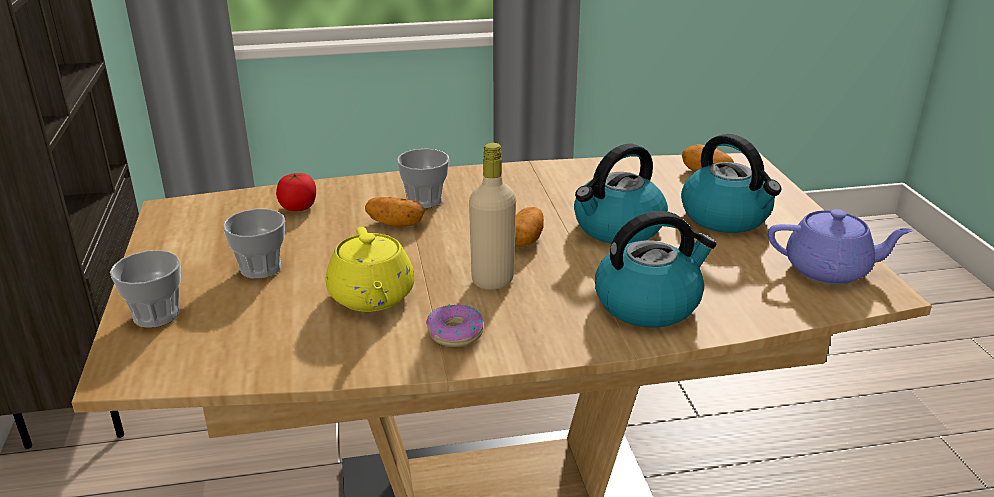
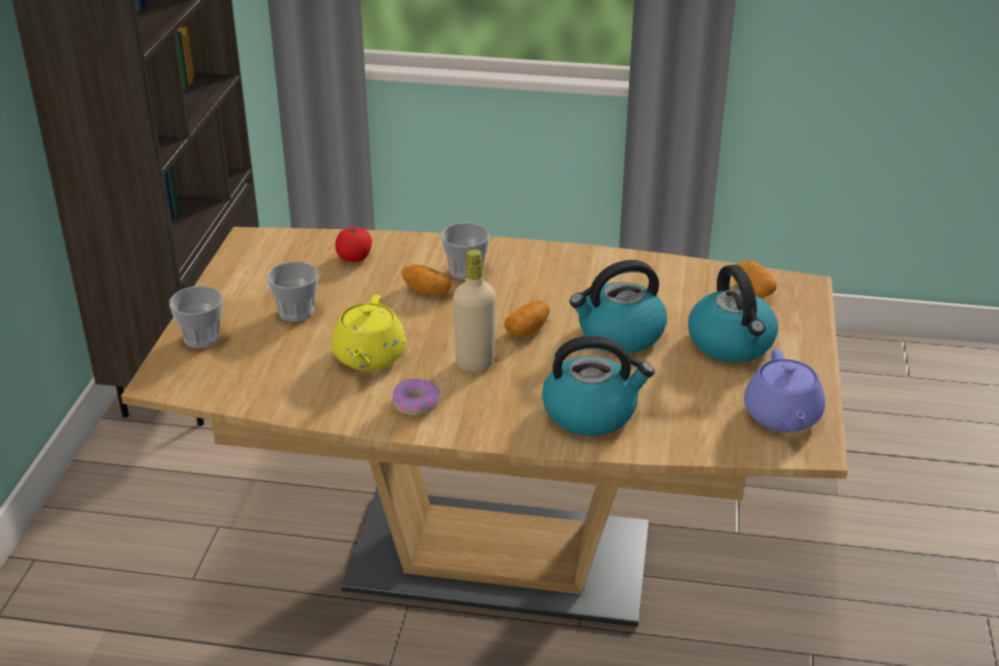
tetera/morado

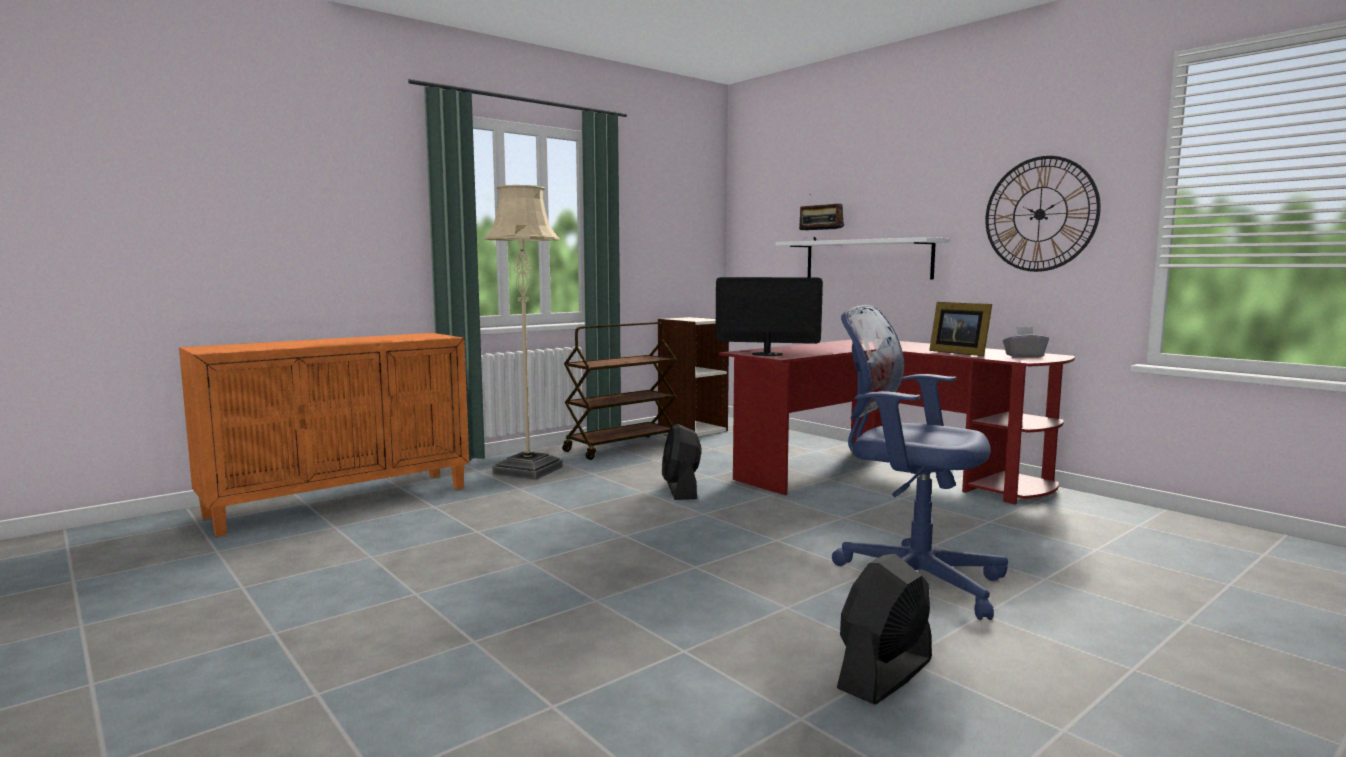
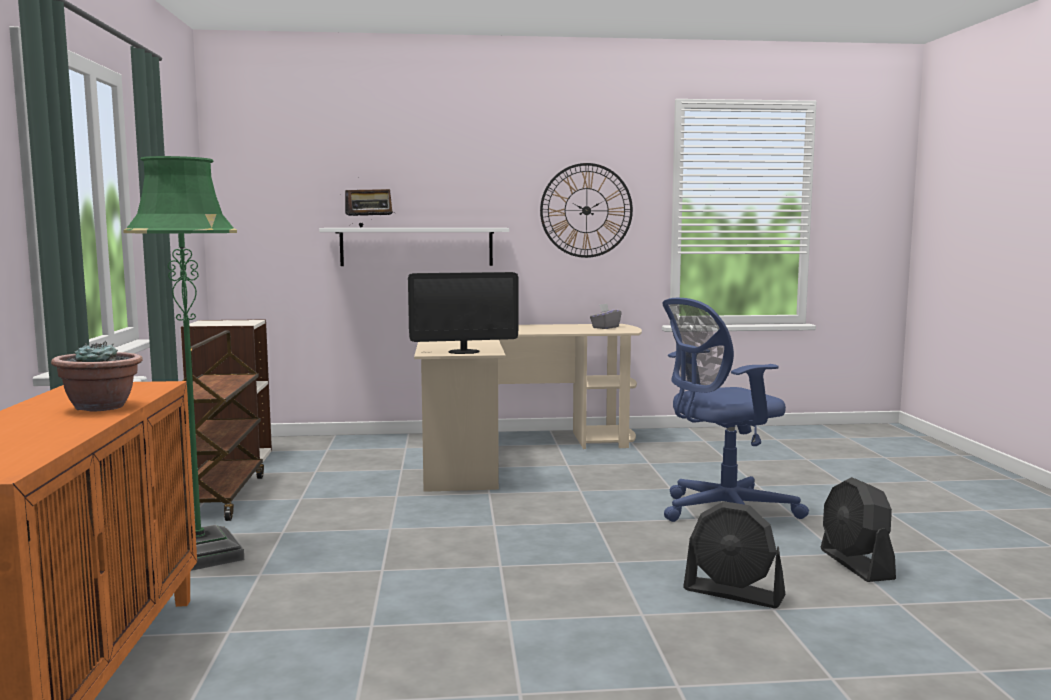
lámpara de pie/verde
monitor
portarretratos
escritorio/beis
ventilador/negro (1st from left)
planta en maceta

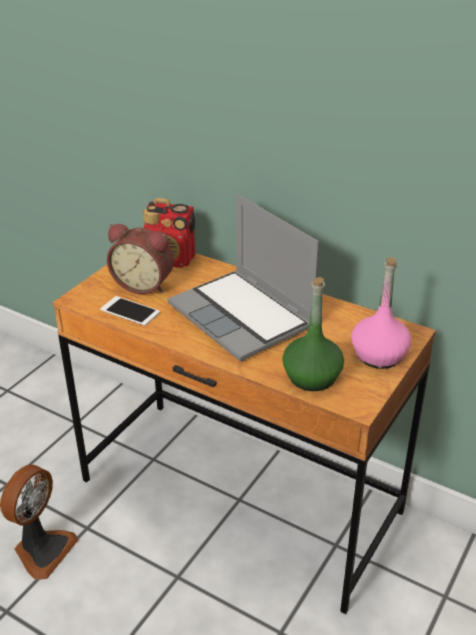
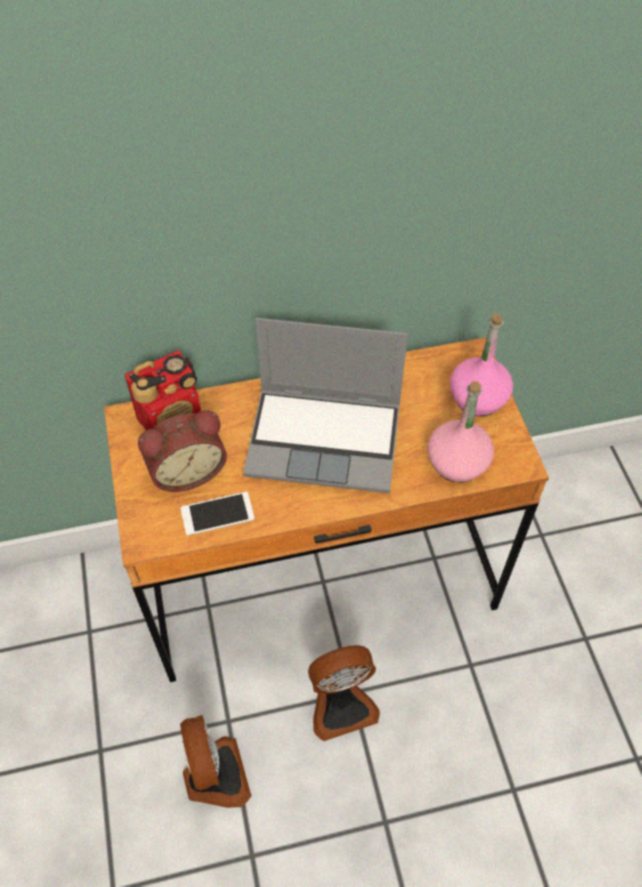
botella/rosa (1st from left)
ventilador (2nd from left)

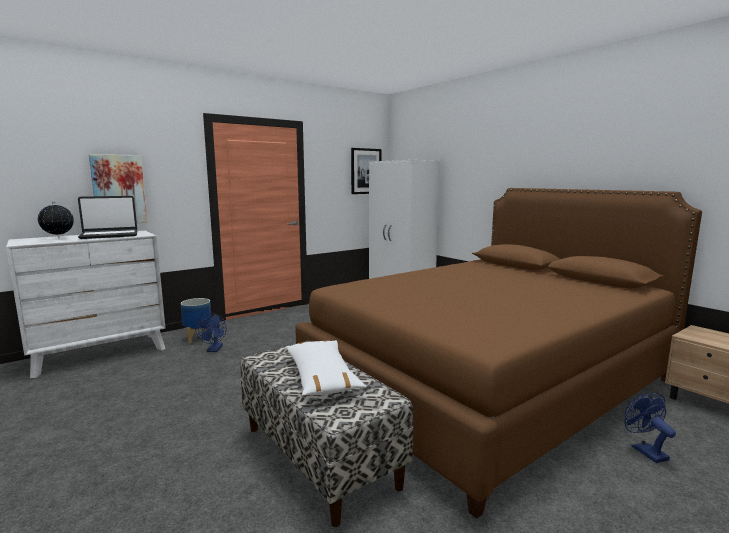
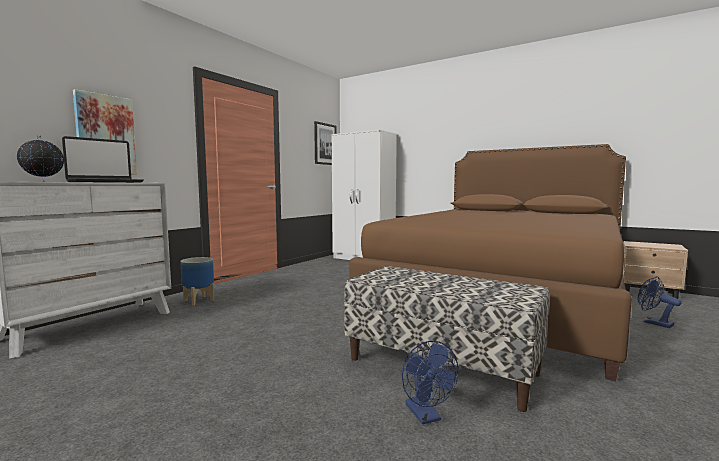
ventilador/azul (1st from left)
cojín/blanco

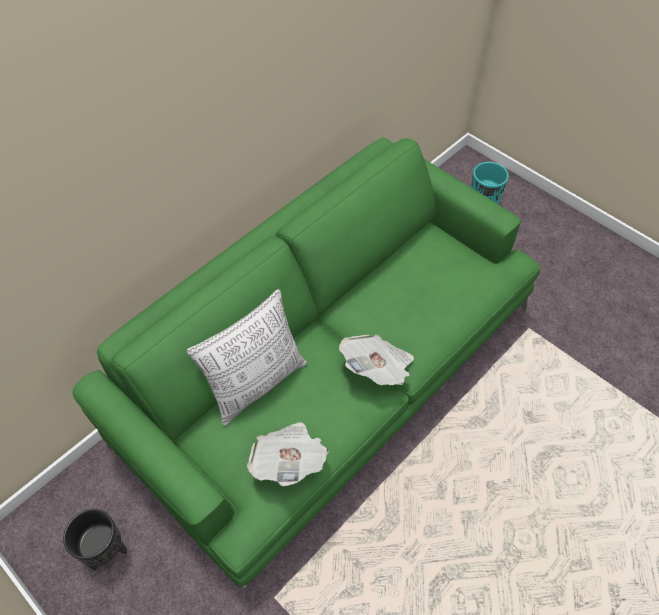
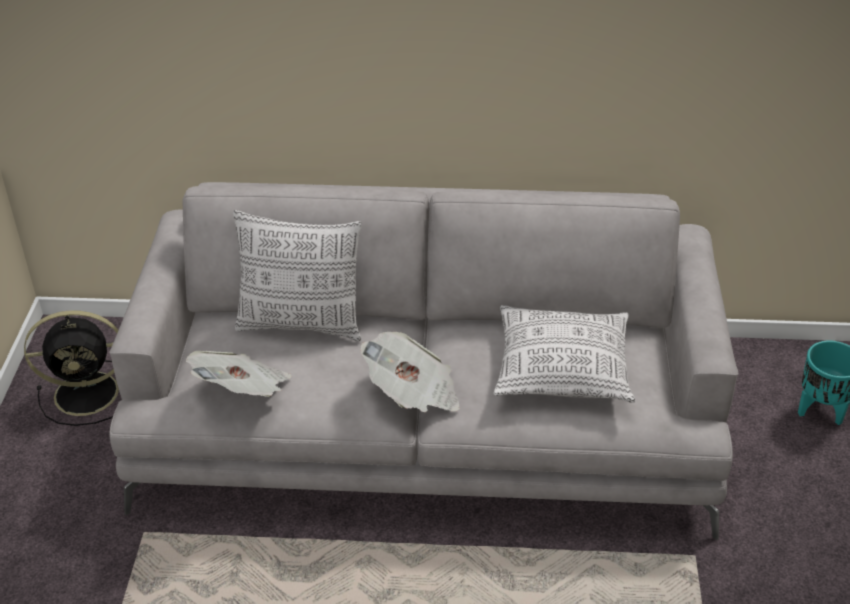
sofá/gris
ventilador/negro
cojín (2nd from left)

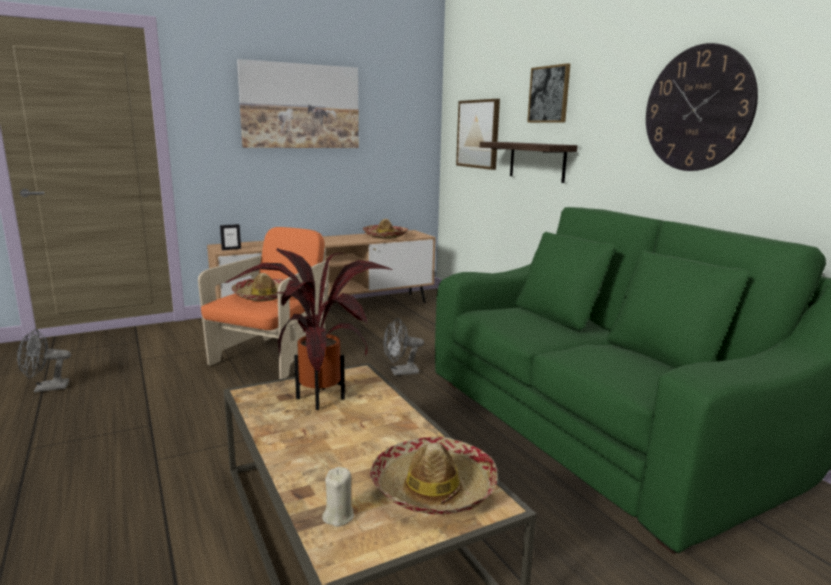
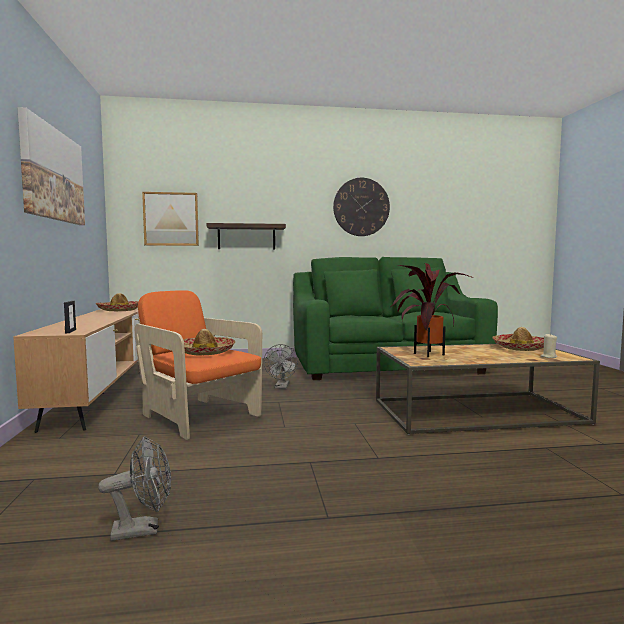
cuadro (3rd from left in the first image)
ventilador/gris (1st from left)

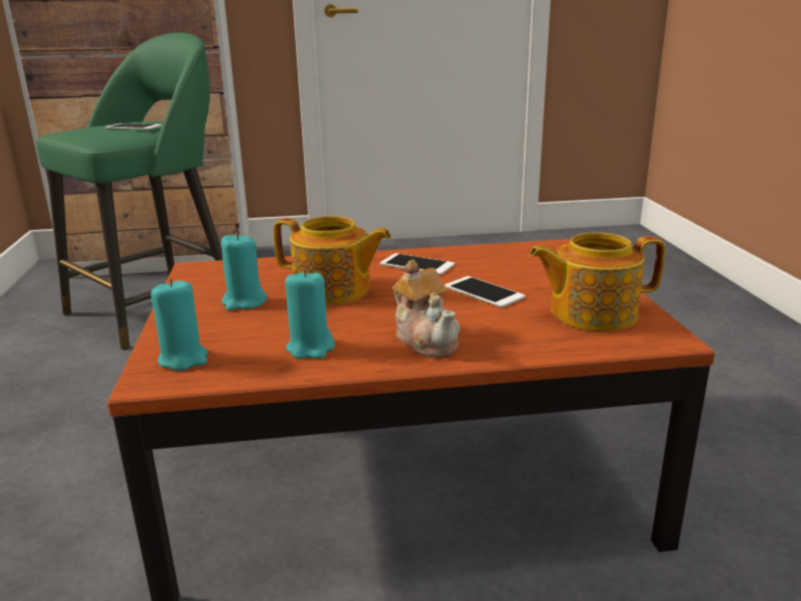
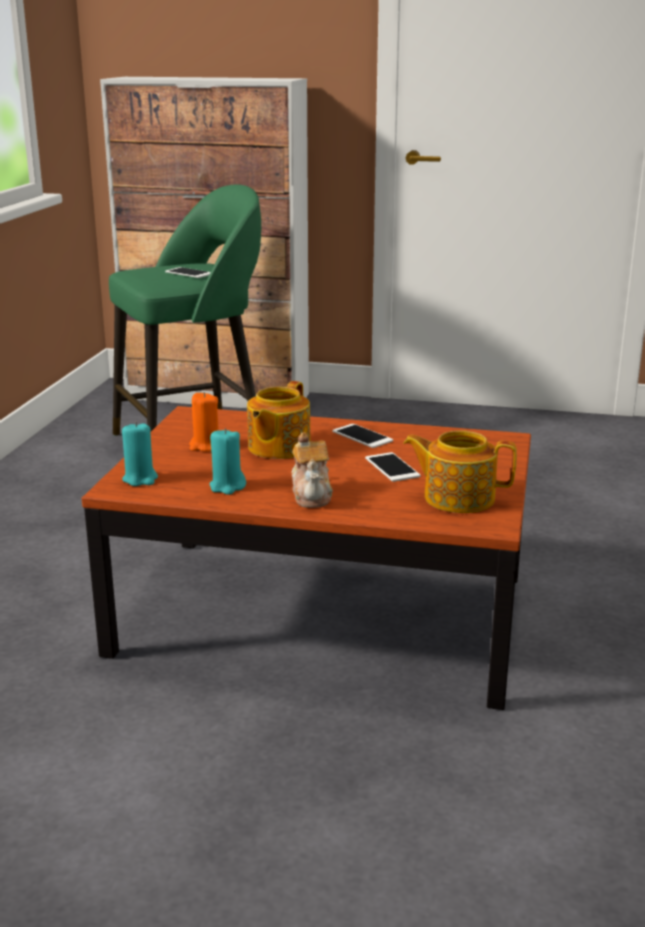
tetera (1st from left)
vela/naranja

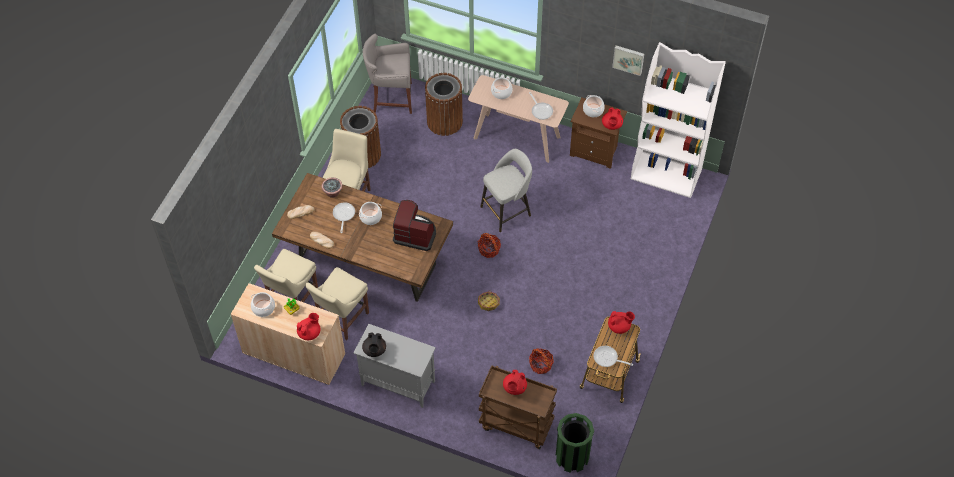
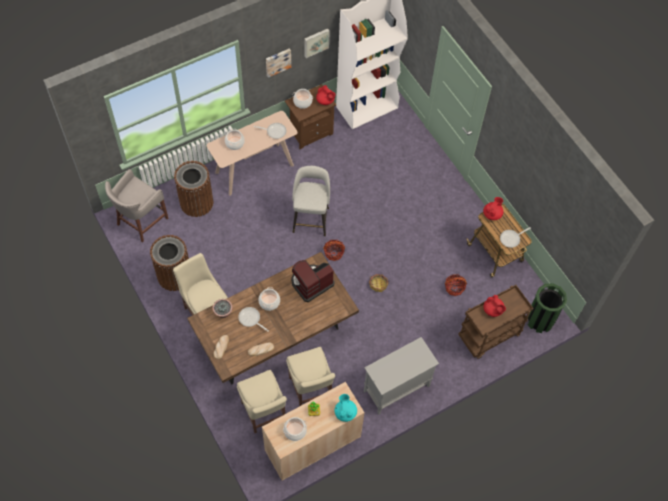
tetera/turquesa
tetera/negro
cuadro (1st from left)

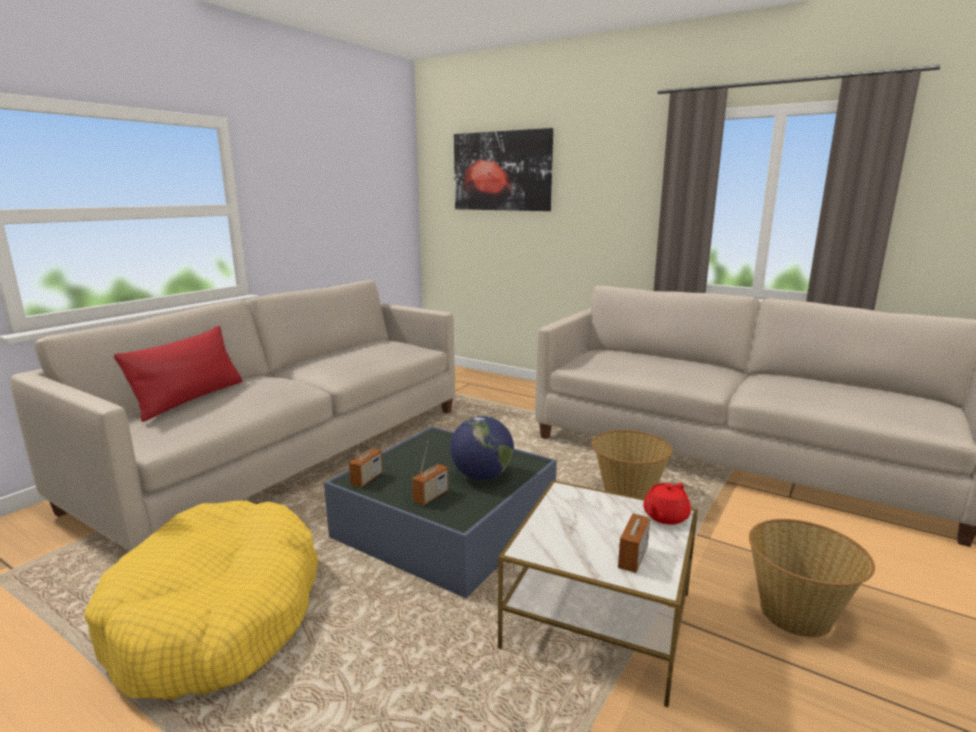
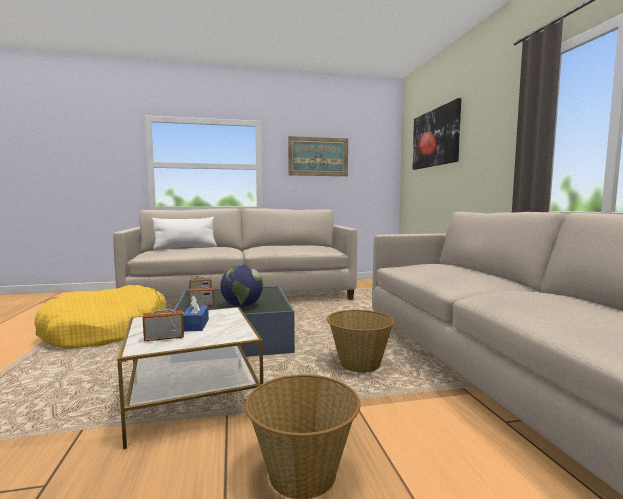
cojín/blanco
tetera/rojo
cuadro (1st from left)
caja de pañuelos/azul

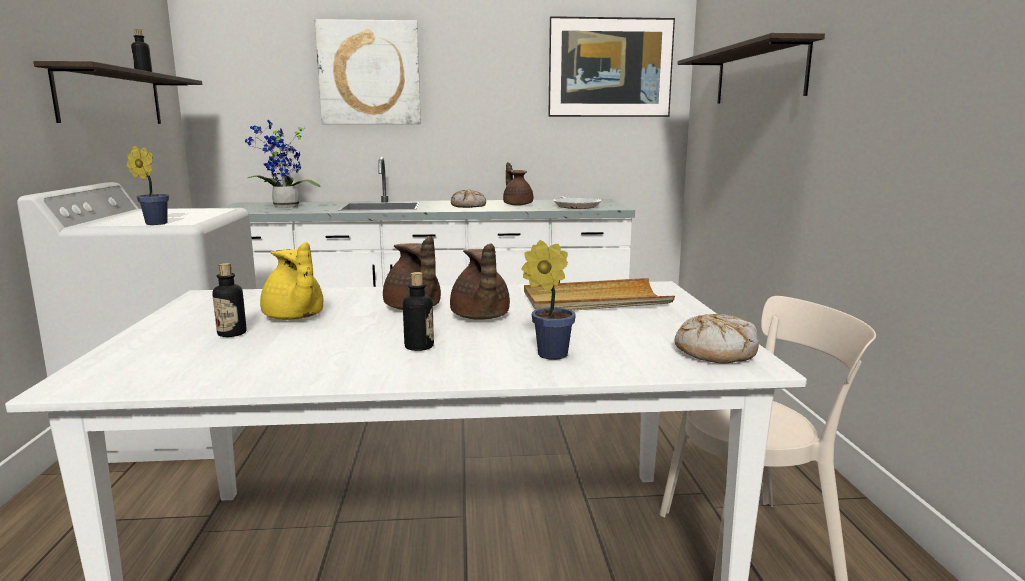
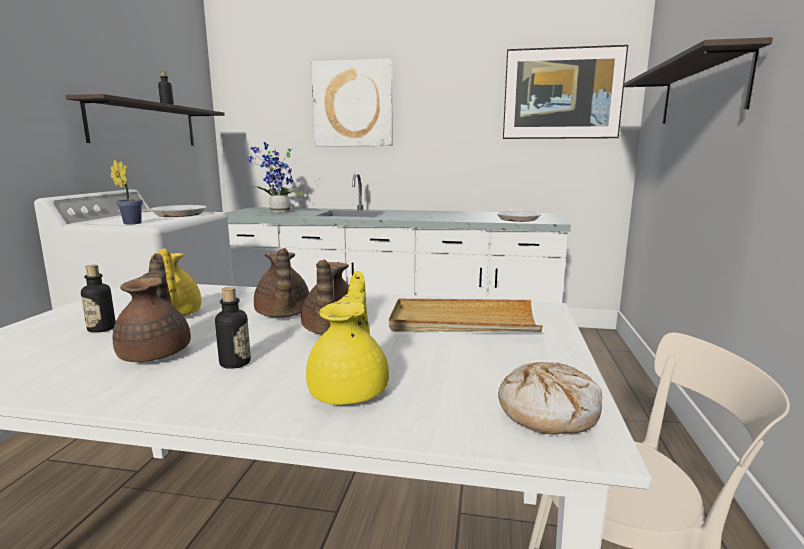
tetera/marrón (1st from left)
pan (1st from left in the first image)
tetera/amarillo (2nd from left)
sartén (1st from left)

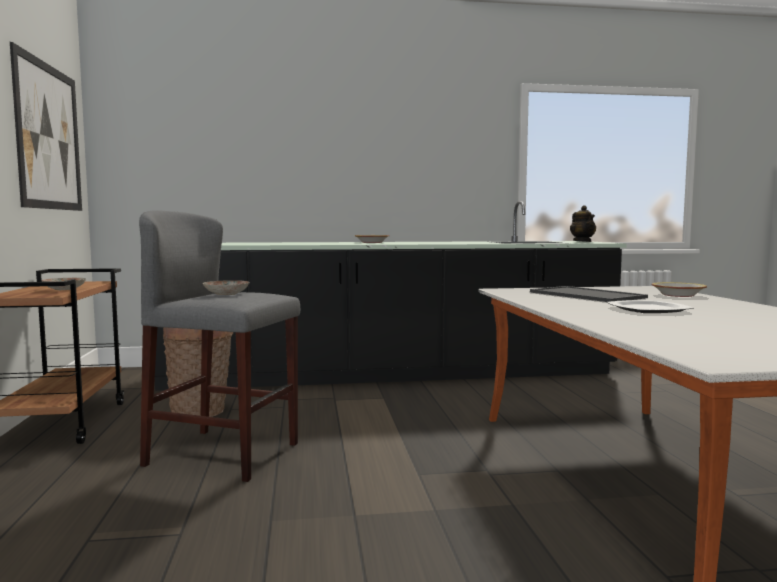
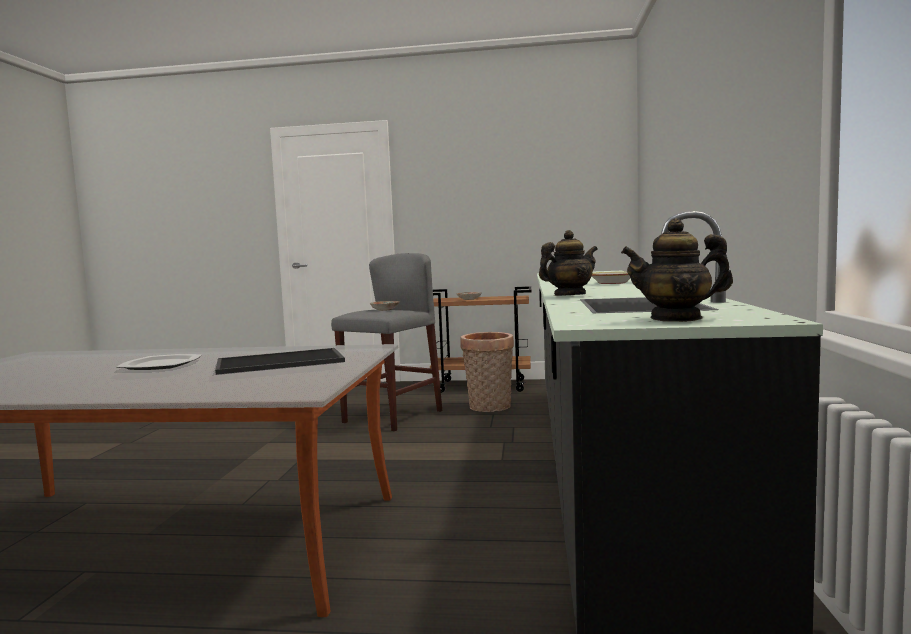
cuadro
cuenco (2nd from left in the first image)
tetera (1st from left)

